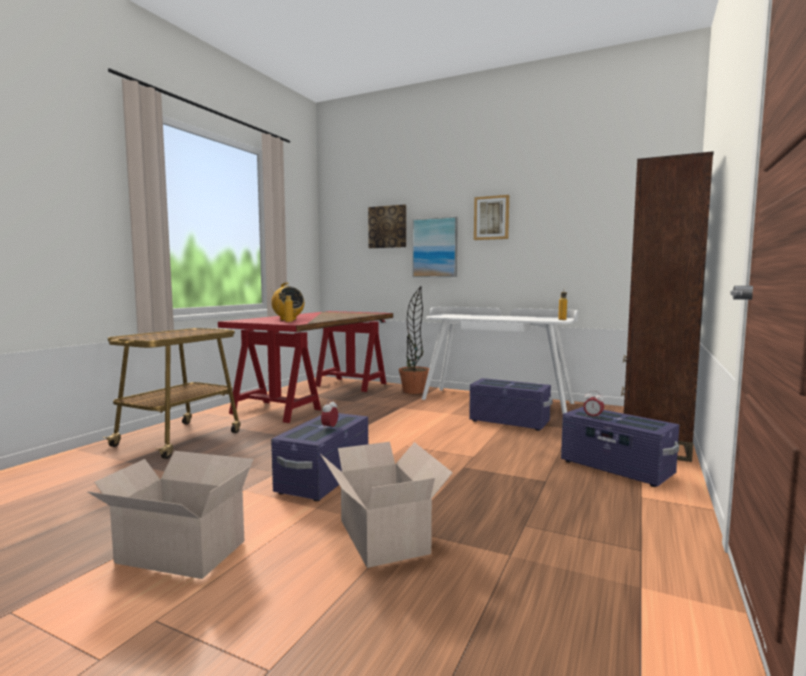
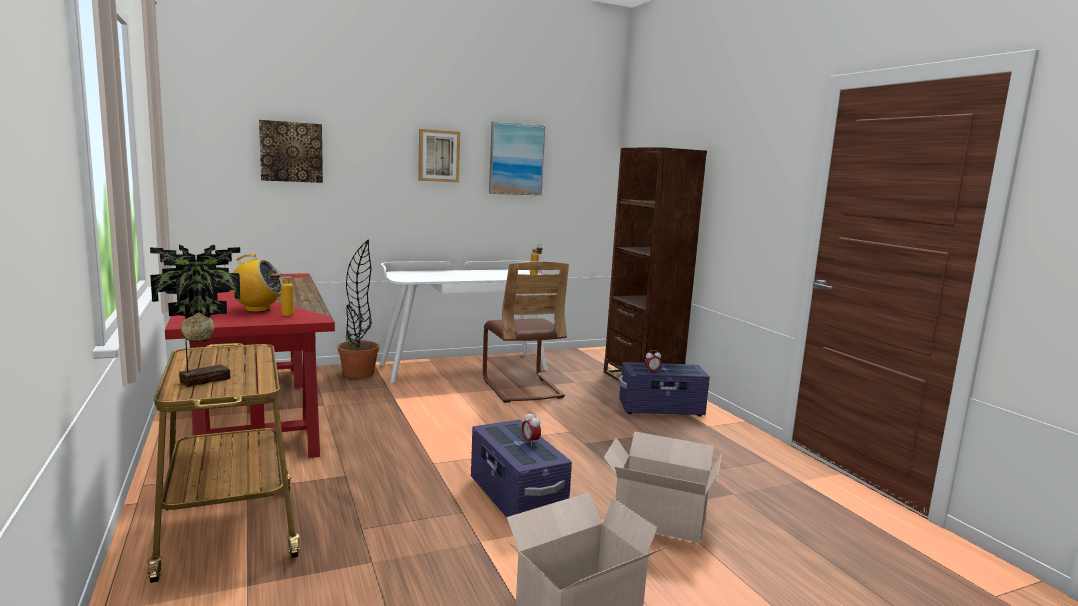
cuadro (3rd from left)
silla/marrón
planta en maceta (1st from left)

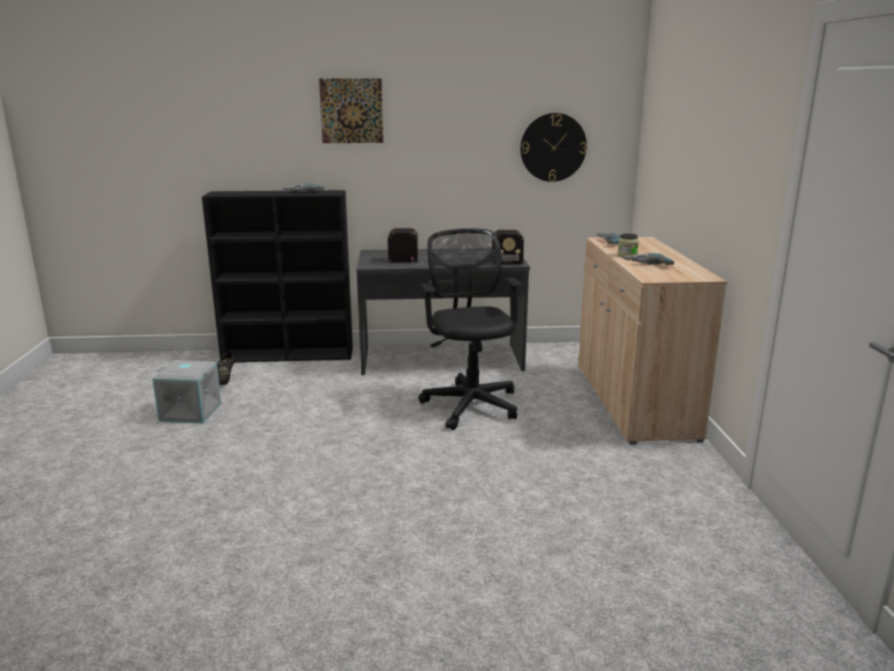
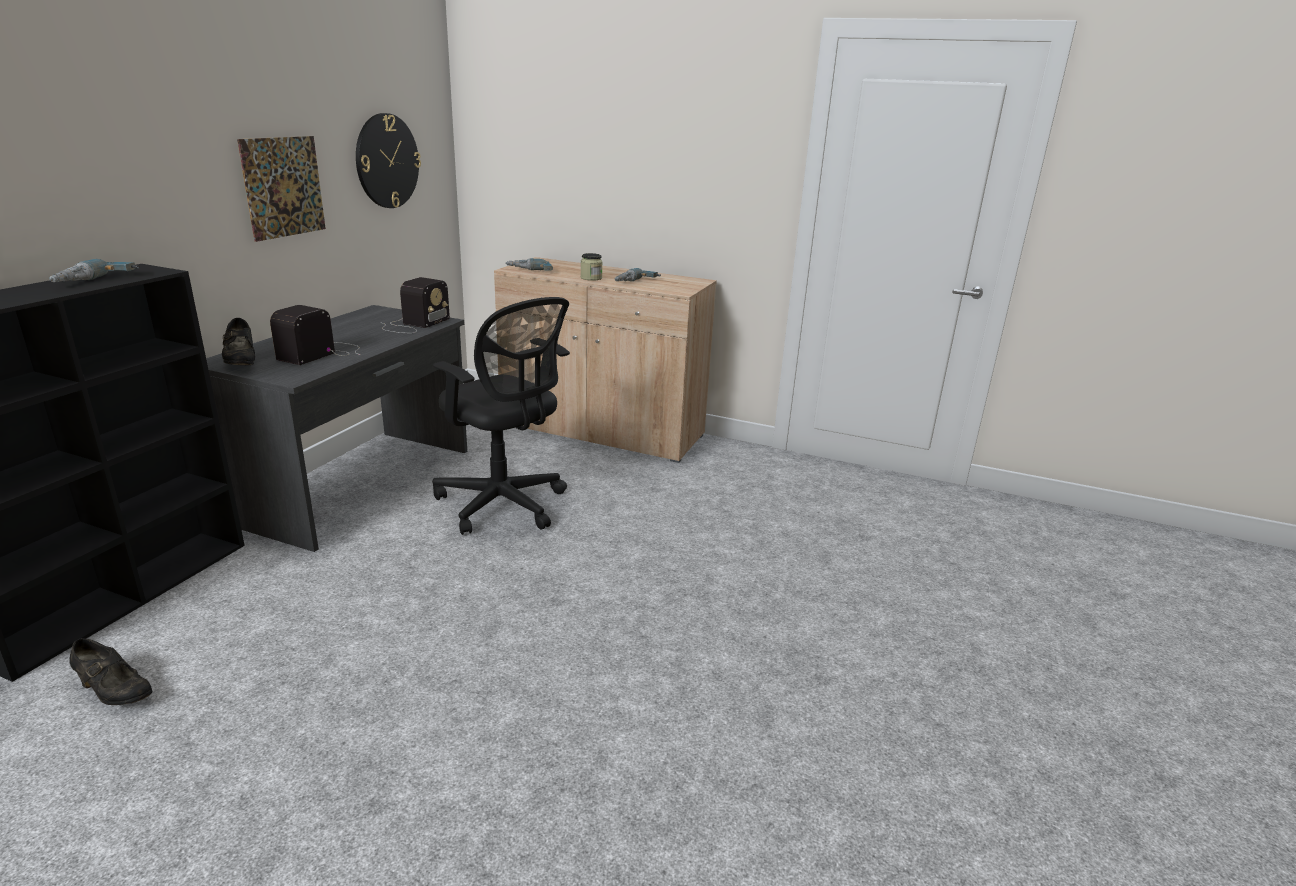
cuadro
silla de oficina/negro
caja de almacenaje/gris
zapato/negro (2nd from left)

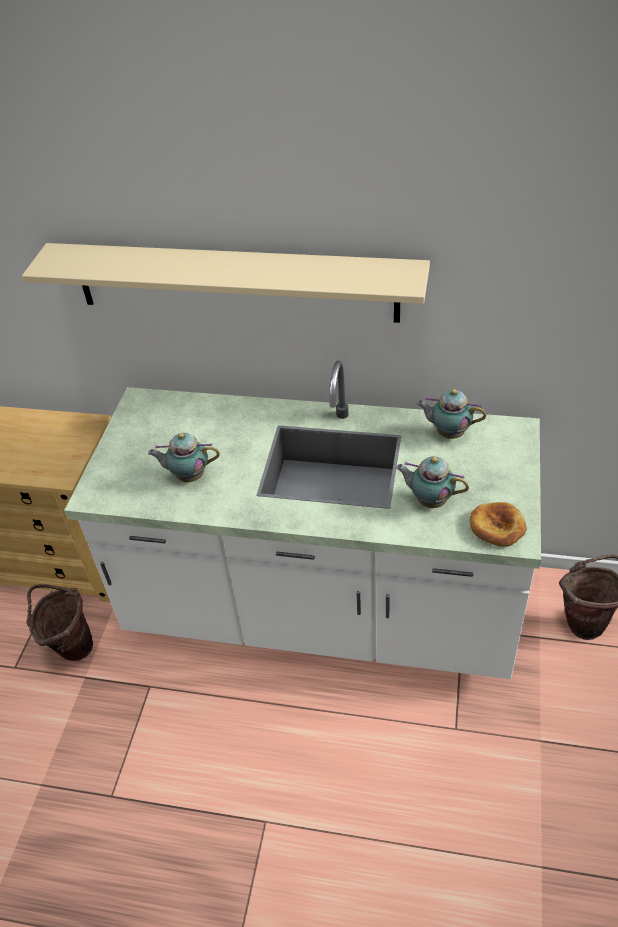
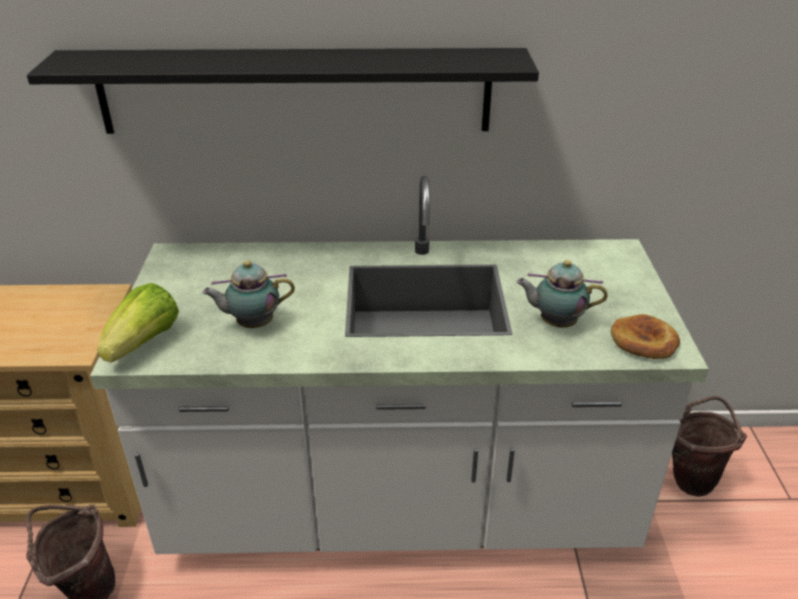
estante/negro
tetera (3rd from left in the first image)
lechuga

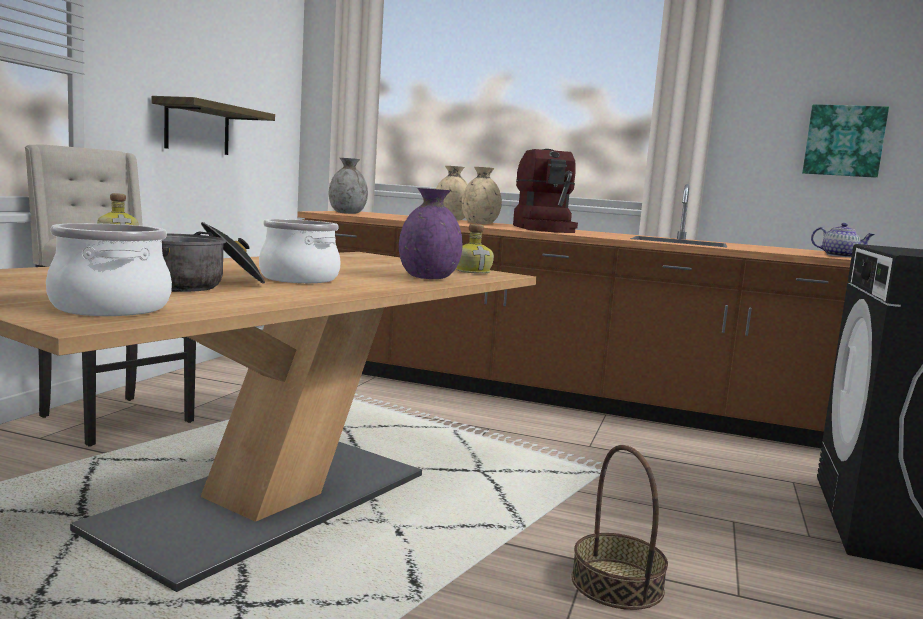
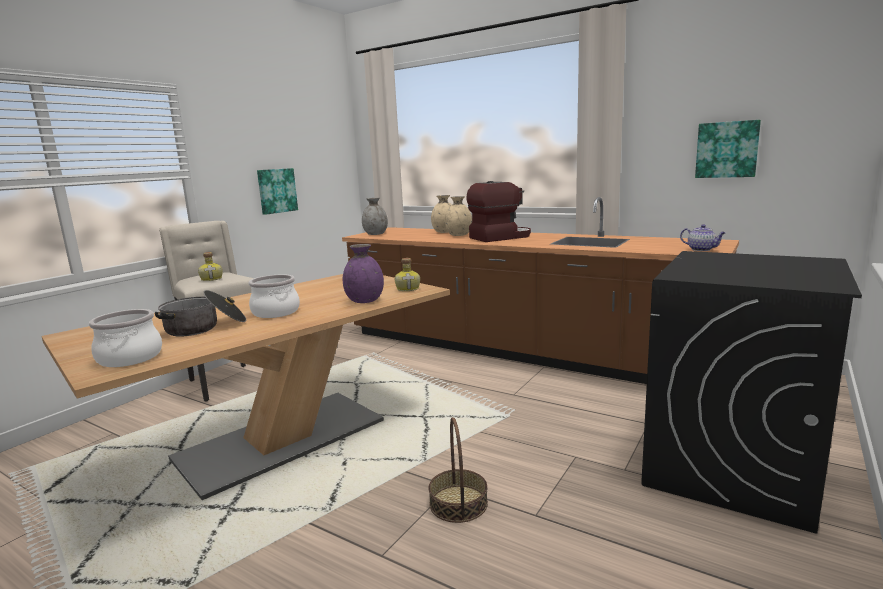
cuadro (1st from left)
cafetera

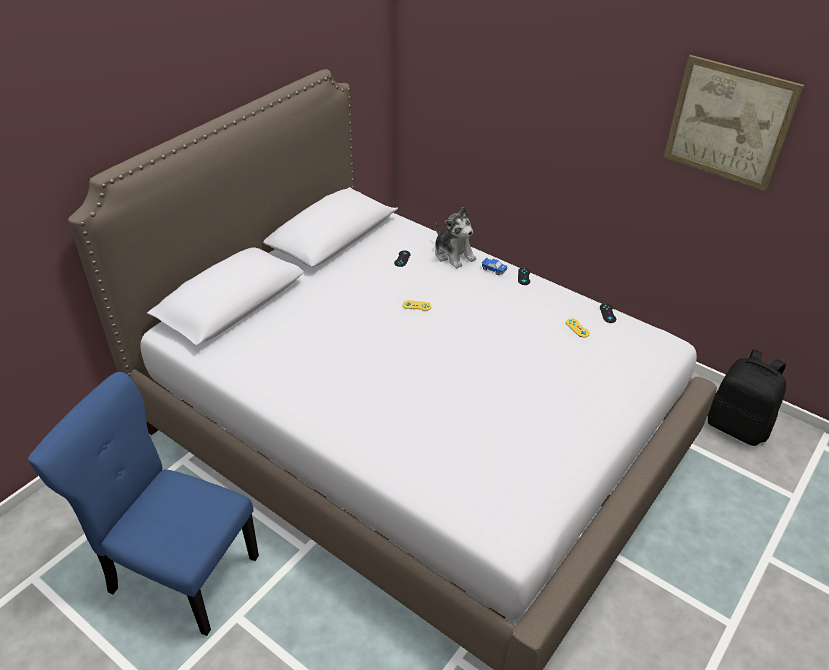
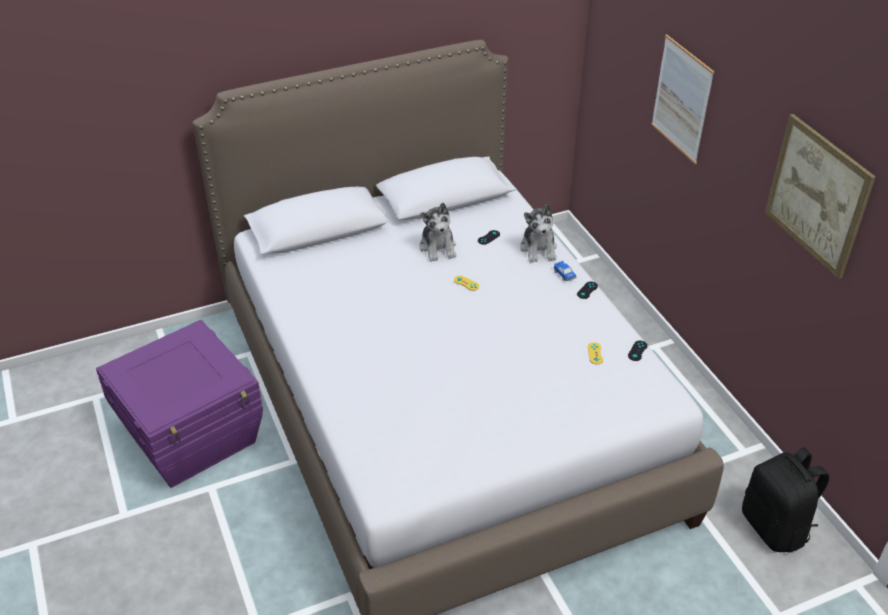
caja de almacenaje/morado
cuadro (1st from left)
peluche (1st from left)

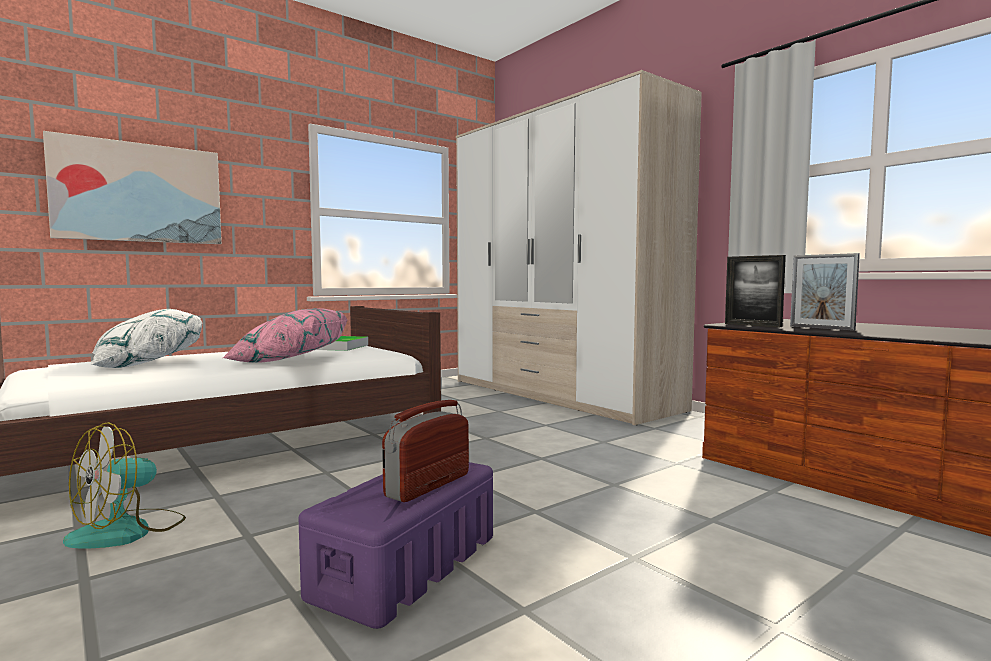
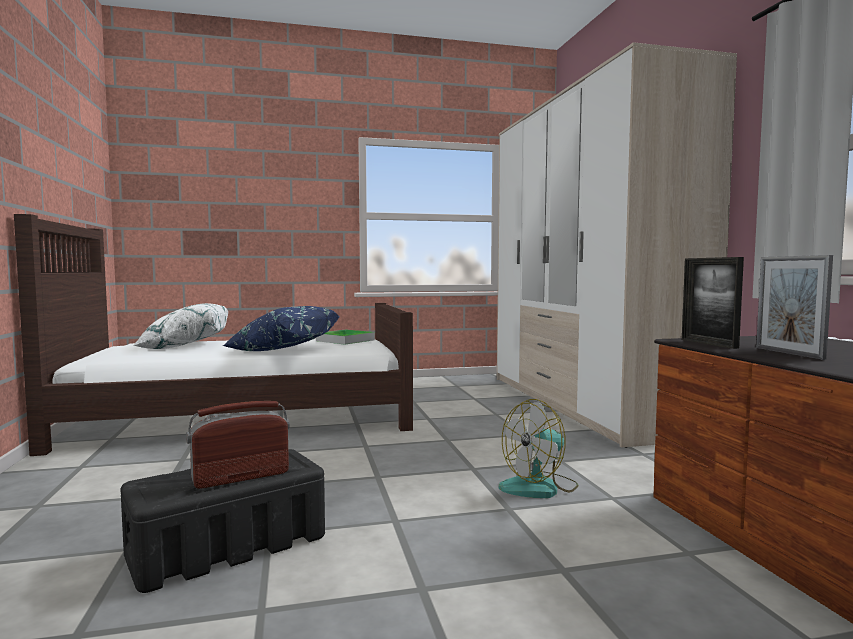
cuadro
cojín/azul
ventilador
caja de almacenaje/negro

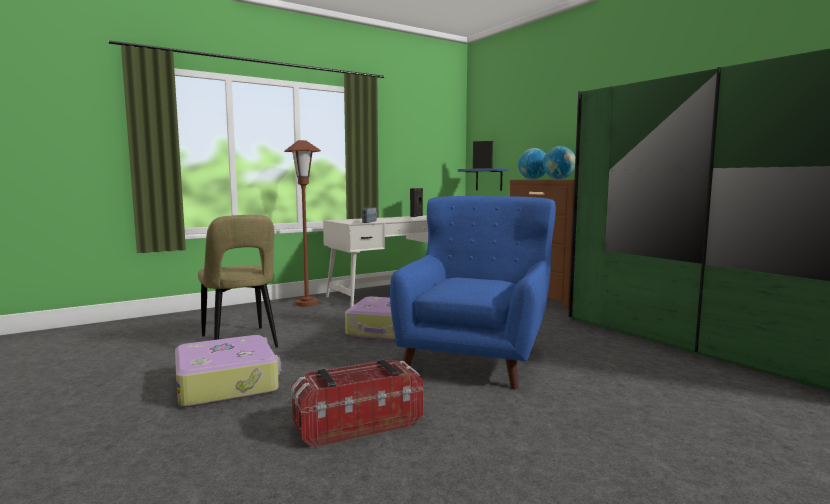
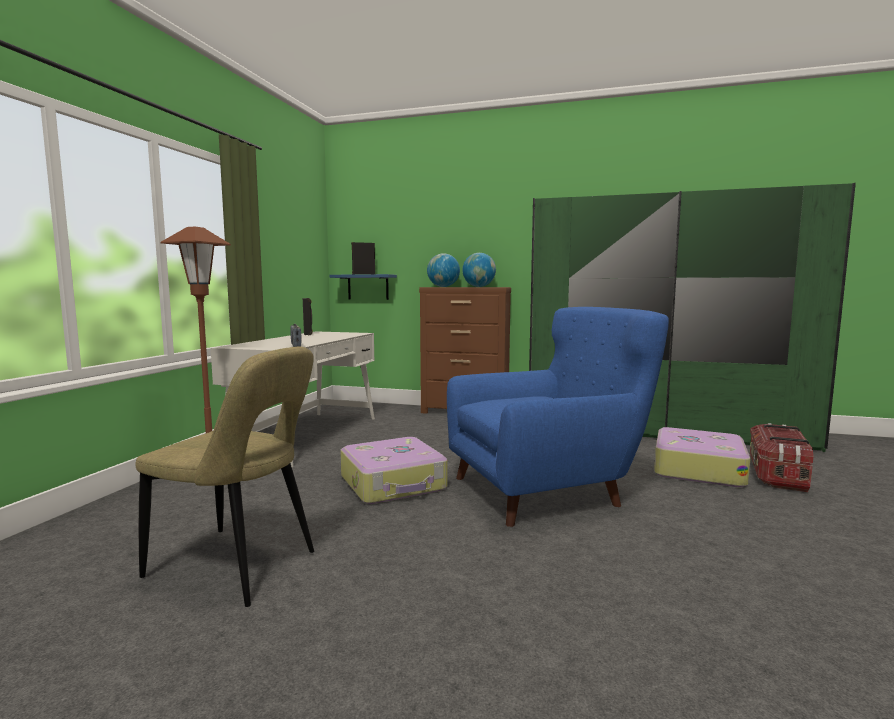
sillón/azul
maleta (2nd from left)
caja de almacenaje

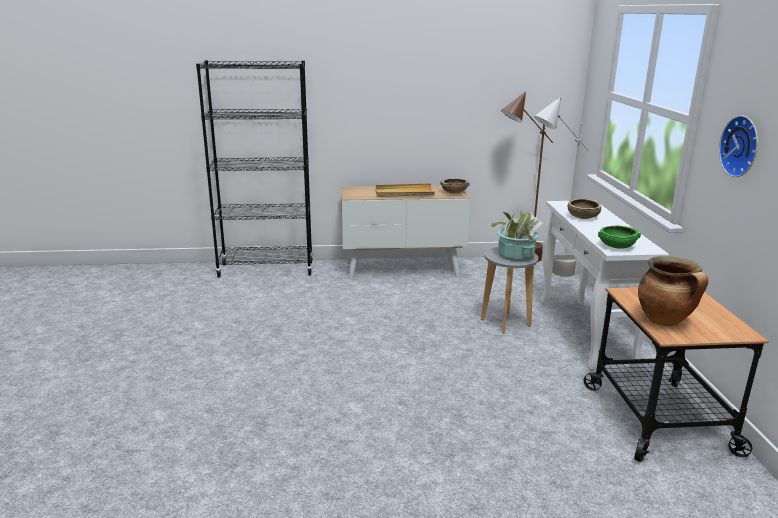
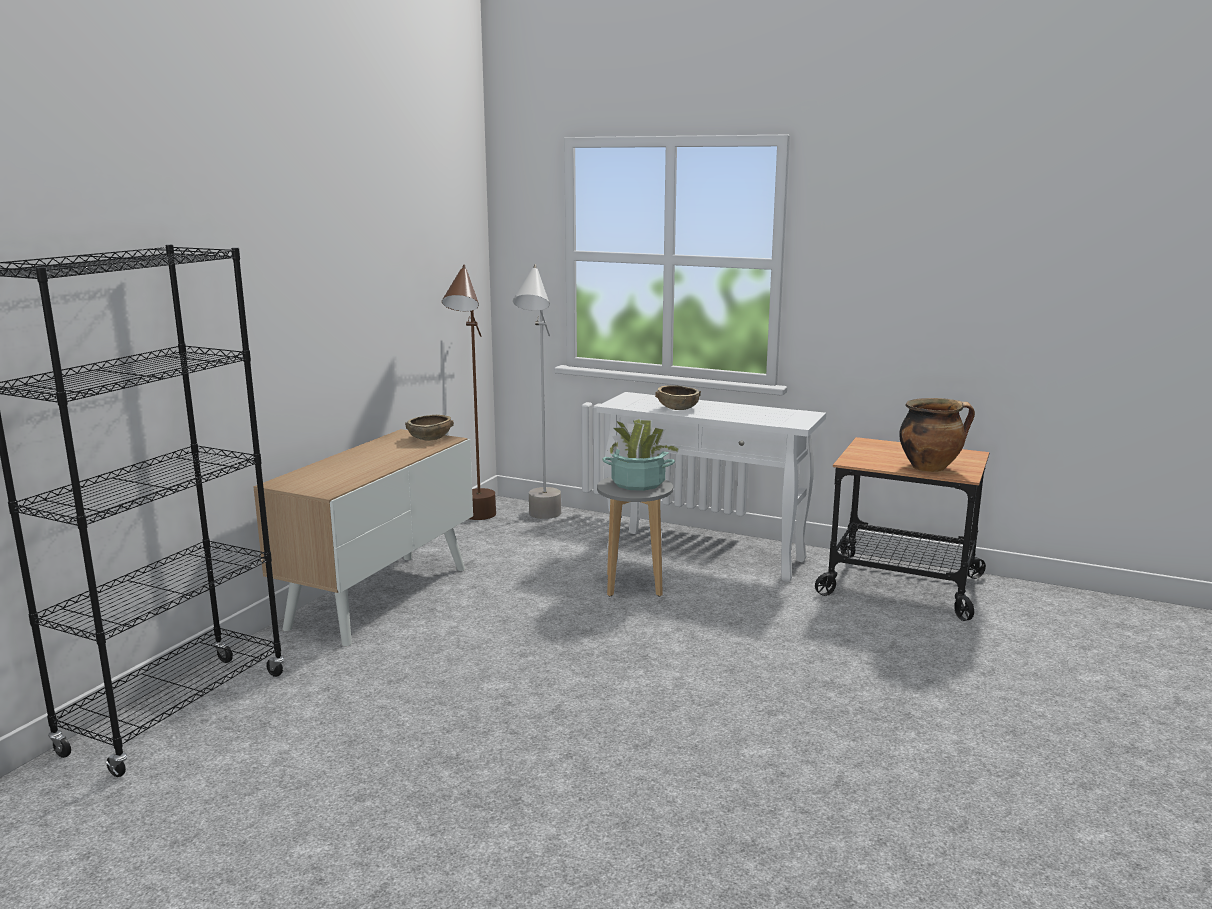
reloj de pared
bandeja/beis
cuenco/verde

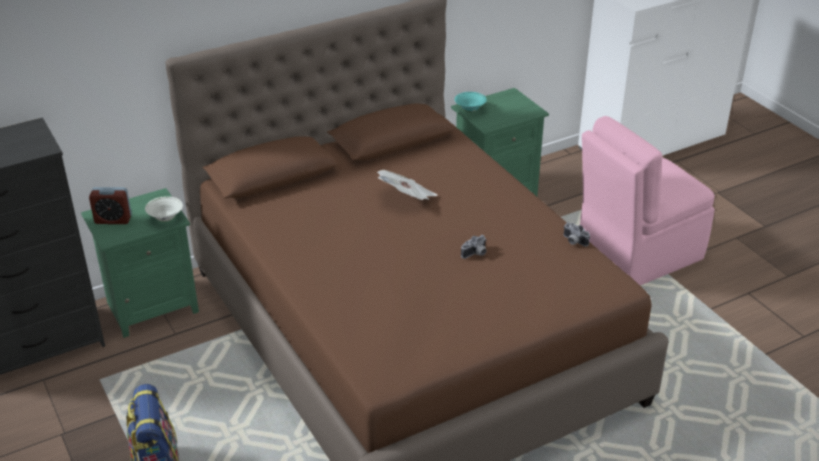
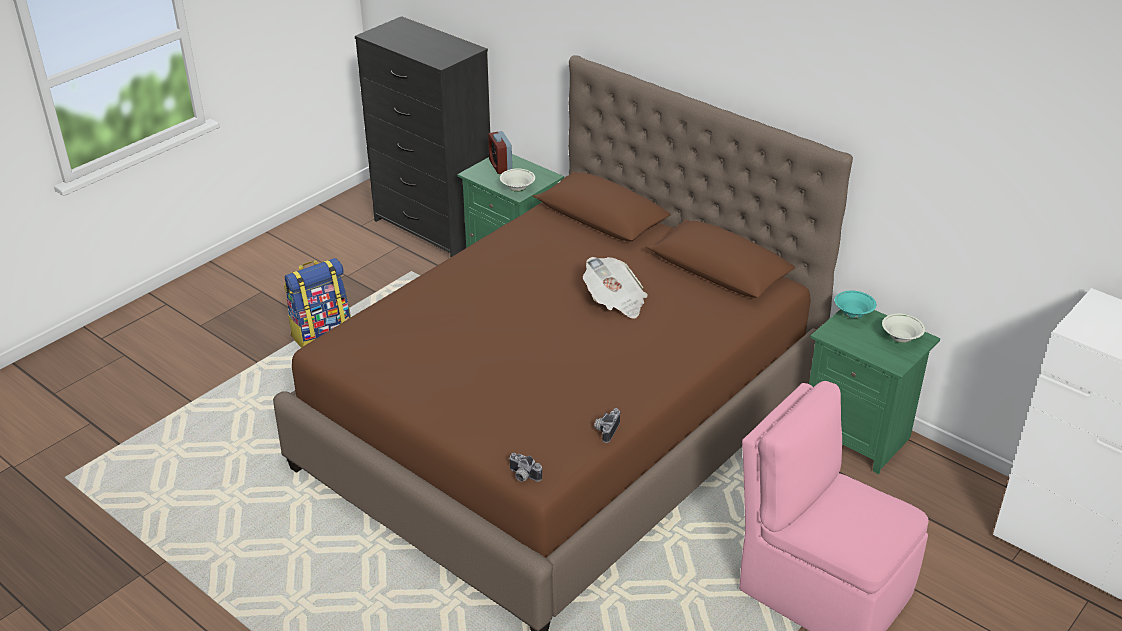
cámara (1st from left)
cuenco/blanco (2nd from left)

